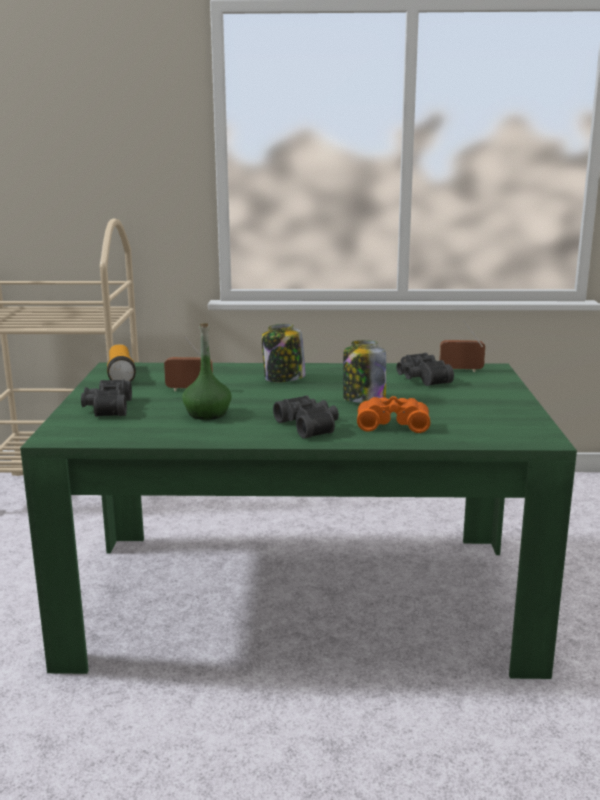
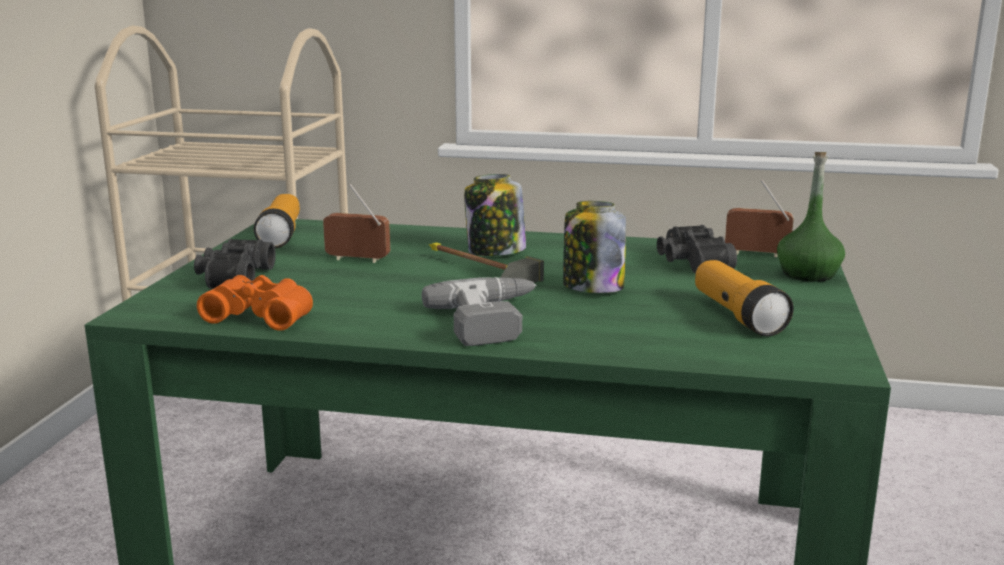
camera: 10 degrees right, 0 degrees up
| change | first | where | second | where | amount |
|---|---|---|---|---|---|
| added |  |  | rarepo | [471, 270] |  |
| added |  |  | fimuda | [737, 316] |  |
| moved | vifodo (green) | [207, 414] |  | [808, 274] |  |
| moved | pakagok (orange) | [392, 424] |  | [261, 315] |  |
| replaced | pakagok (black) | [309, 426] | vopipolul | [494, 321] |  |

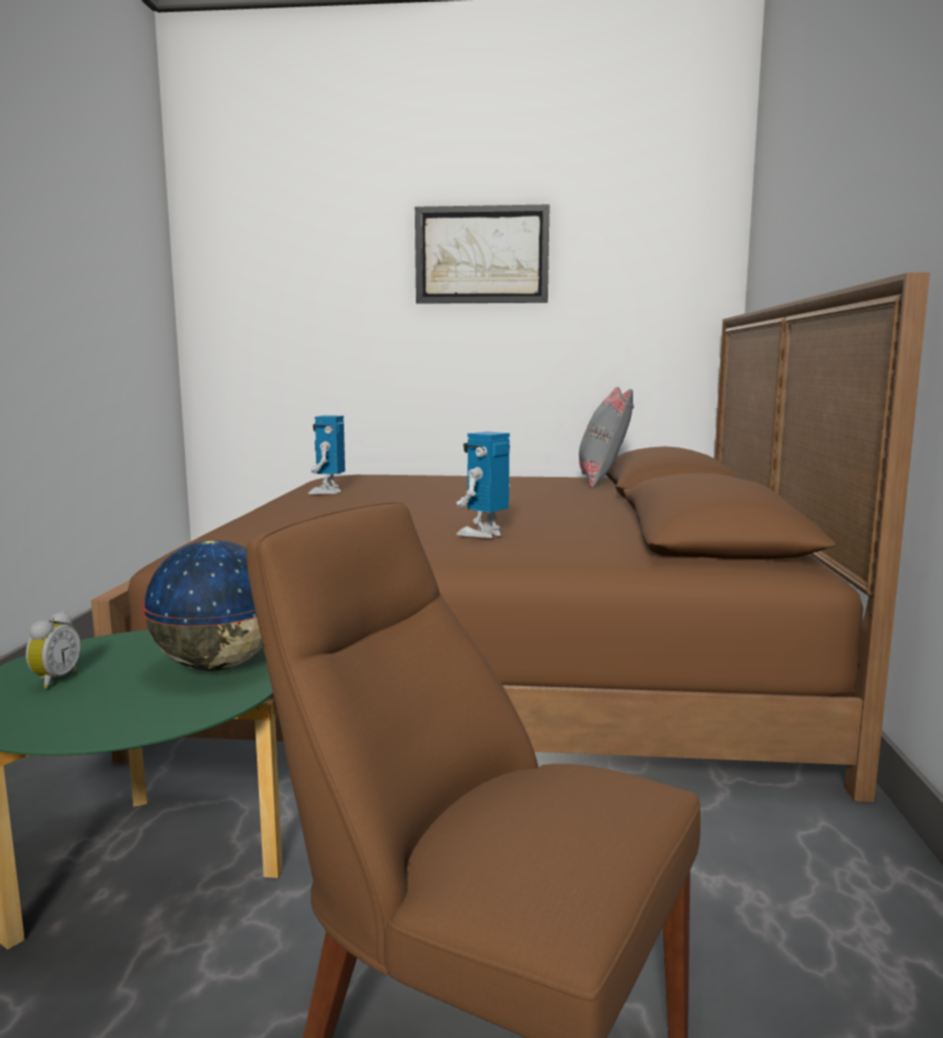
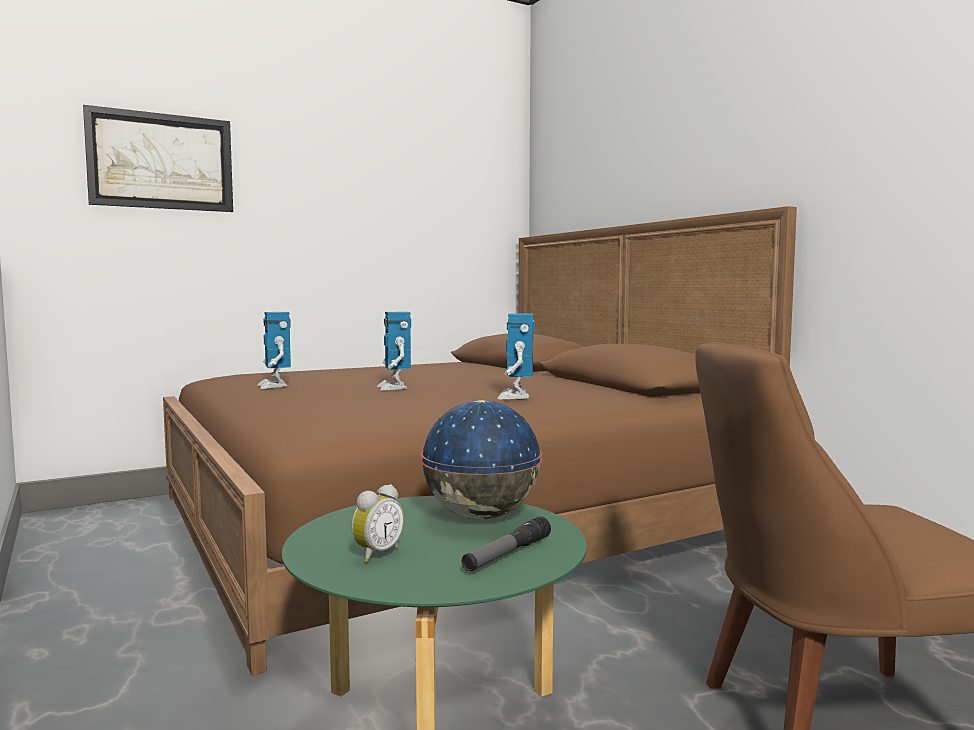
camera: 35 degrees left, 5 degrees down
| change | first | where | second | where | amount |
|---|---|---|---|---|---|
| removed | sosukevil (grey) | [603, 481] |  |  |  |
| added |  |  | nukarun | [394, 388] |  |
| added |  |  | fimuda | [507, 554] |  |
| moved | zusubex | [481, 255] |  | [161, 161] |  |
| turned | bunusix | [54, 680] |  | [376, 554] | 60 degrees clockwise |

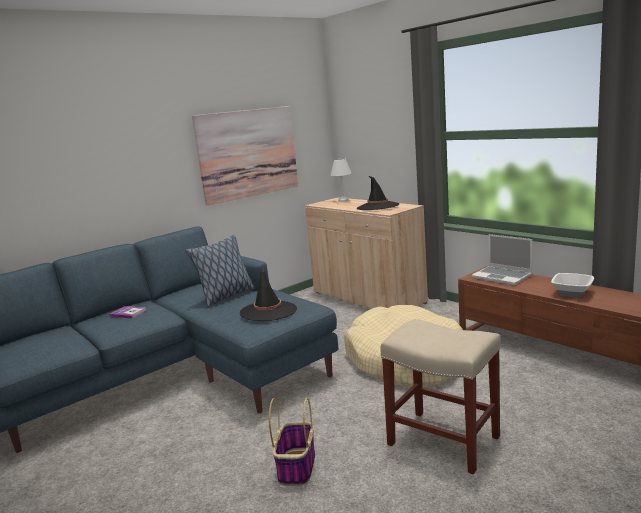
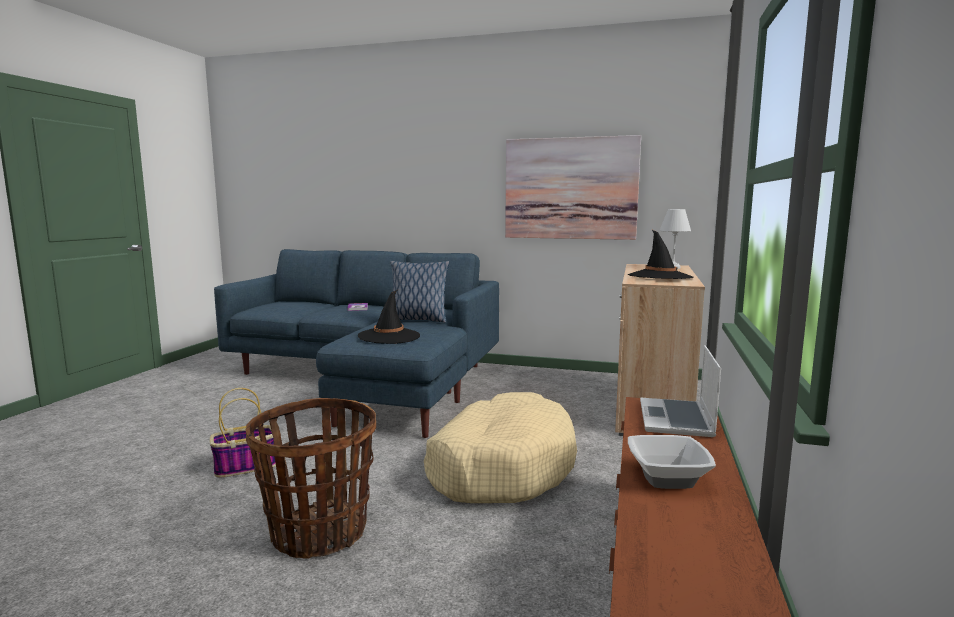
camera: 55 degrees right, 5 degrees down
| change | first | where | second | where | amount |
|---|---|---|---|---|---|
| replaced | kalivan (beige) | [445, 441] | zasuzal | [319, 533] |  |

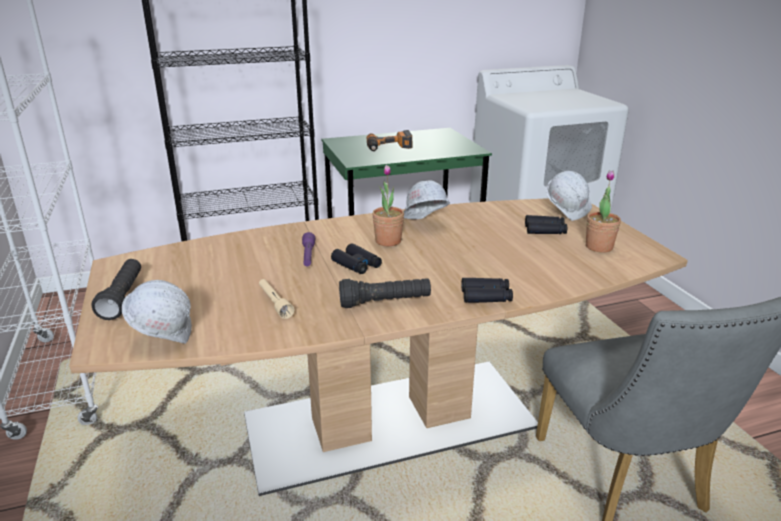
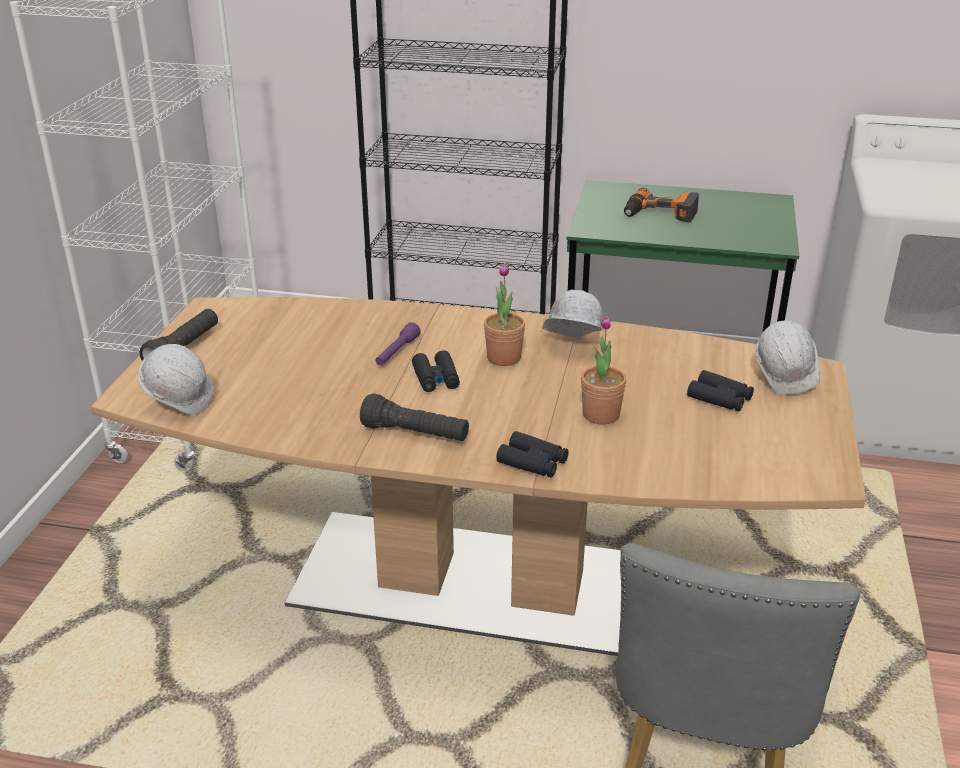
camera: 30 degrees right, 5 degrees up
| change | first | where | second | where | amount |
|---|---|---|---|---|---|
| removed | fimuda (beige) | [274, 303] |  |  |  |
| moved | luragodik | [599, 247] |  | [601, 415] |  |

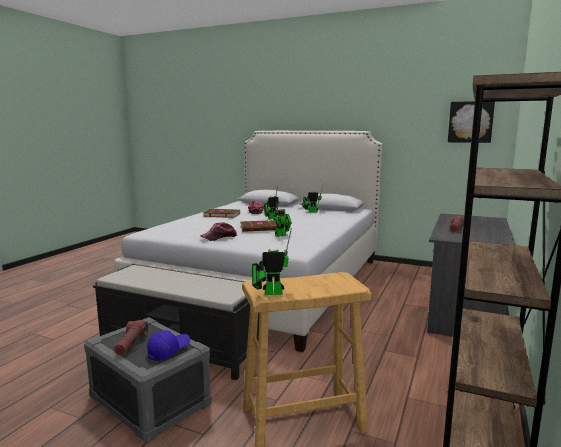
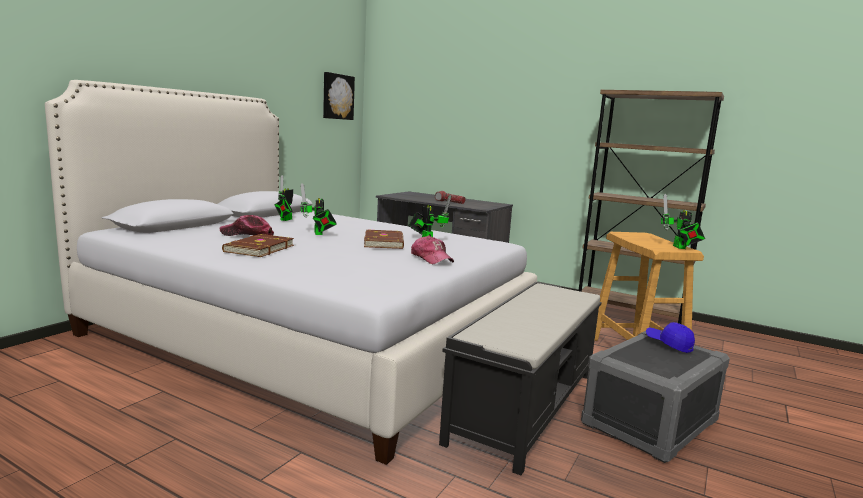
camera: 85 degrees left, 0 degrees up
| change | first | where | second | where | amount |
|---|---|---|---|---|---|
| removed | fimuda | [131, 343] |  |  |  |

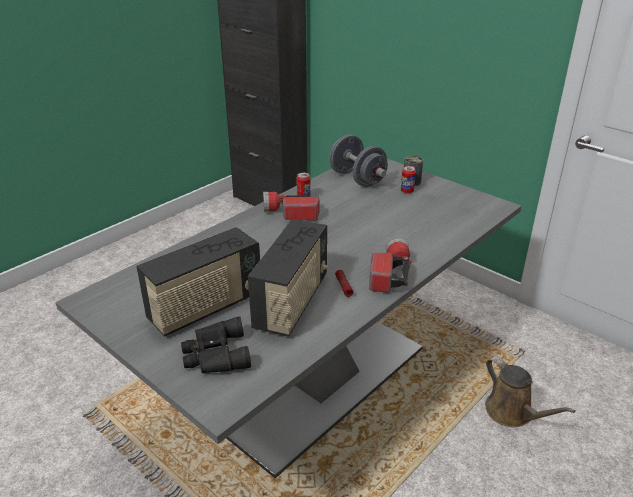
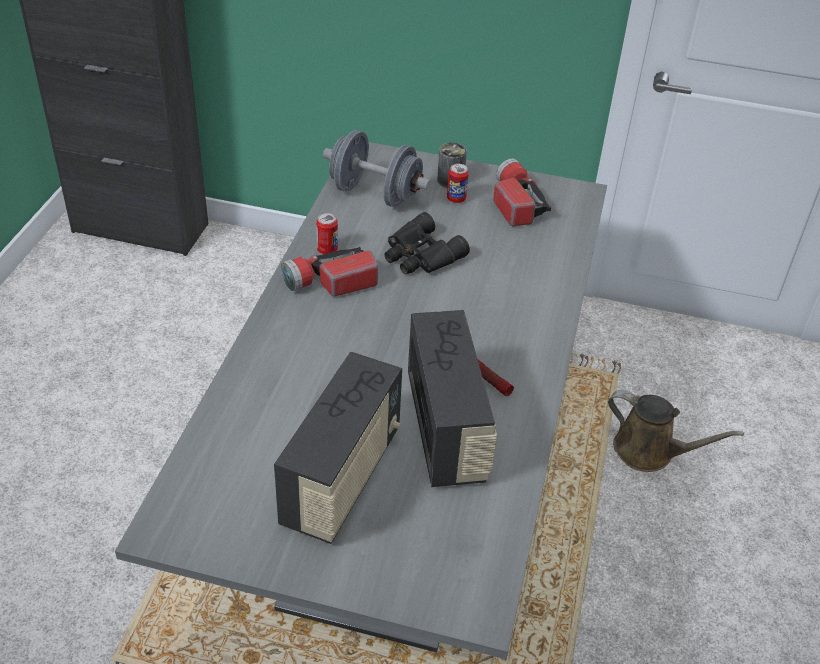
camera: 30 degrees left, 10 degrees up
| change | first | where | second | where | amount |
|---|---|---|---|---|---|
| moved | pakagok (black) | [215, 355] |  | [420, 255] |  |
| moved | fimuda | [390, 274] |  | [515, 203] |  |

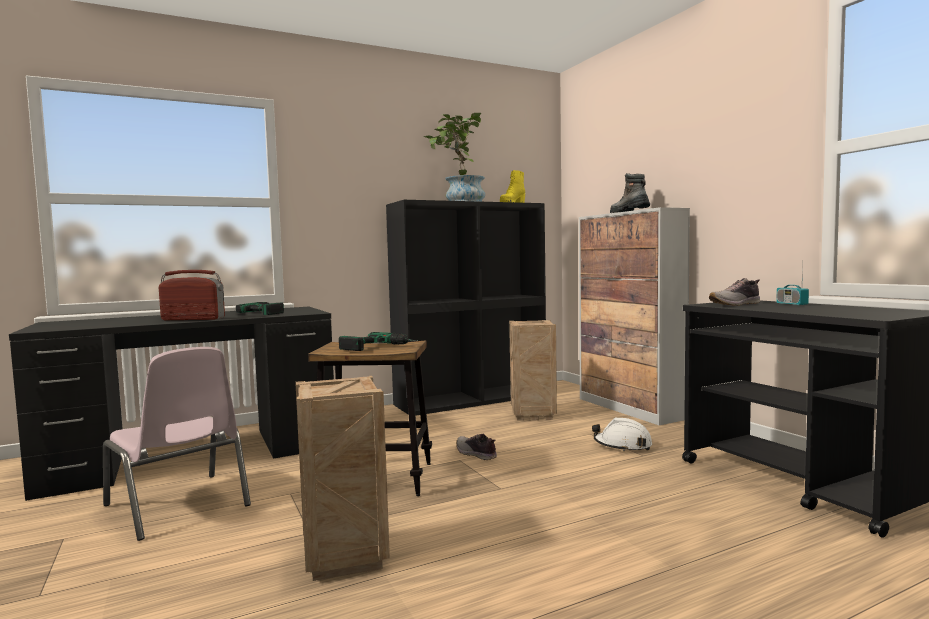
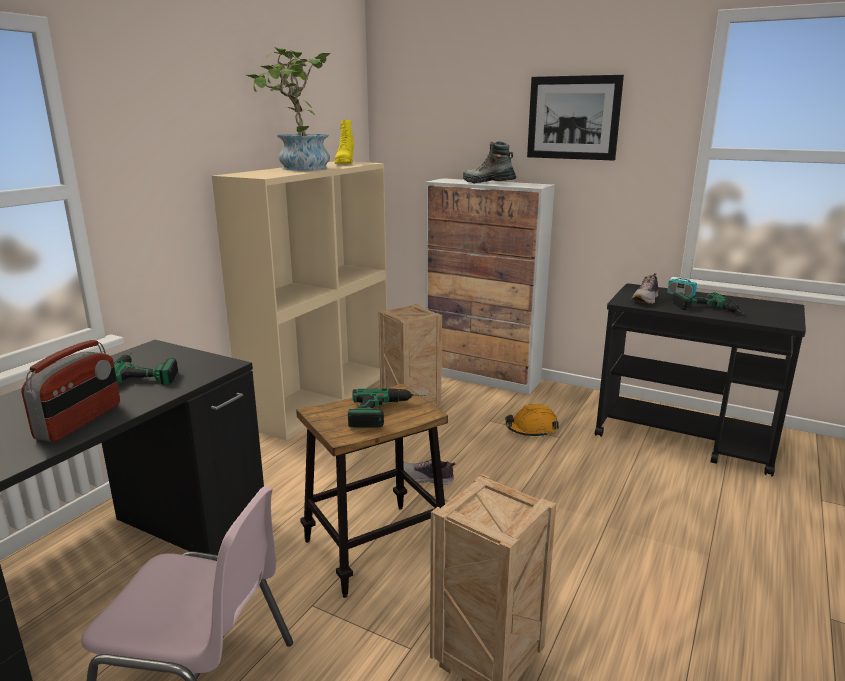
camera: 35 degrees left, 15 degrees up
| change | first | where | second | where | amount |
|---|---|---|---|---|---|
| added |  |  | zusubex | [573, 118] |  |
| added |  |  | vopipolul | [708, 310] |  |
| recoloured | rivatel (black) | [472, 399] | rivatel (beige) | [320, 397] |  |
| recoloured | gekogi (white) | [622, 445] | gekogi (orange) | [532, 429] |  |
| turned | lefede | [193, 319] |  | [80, 421] | 135 degrees clockwise |

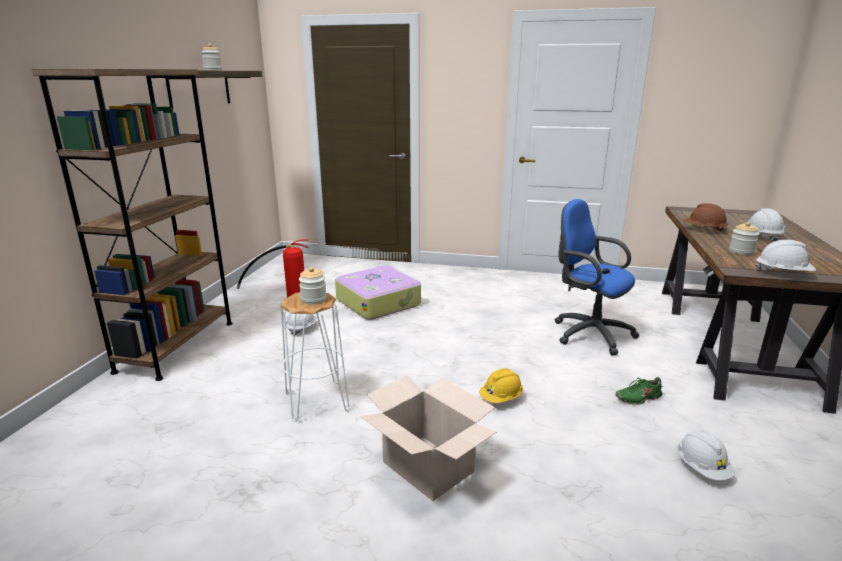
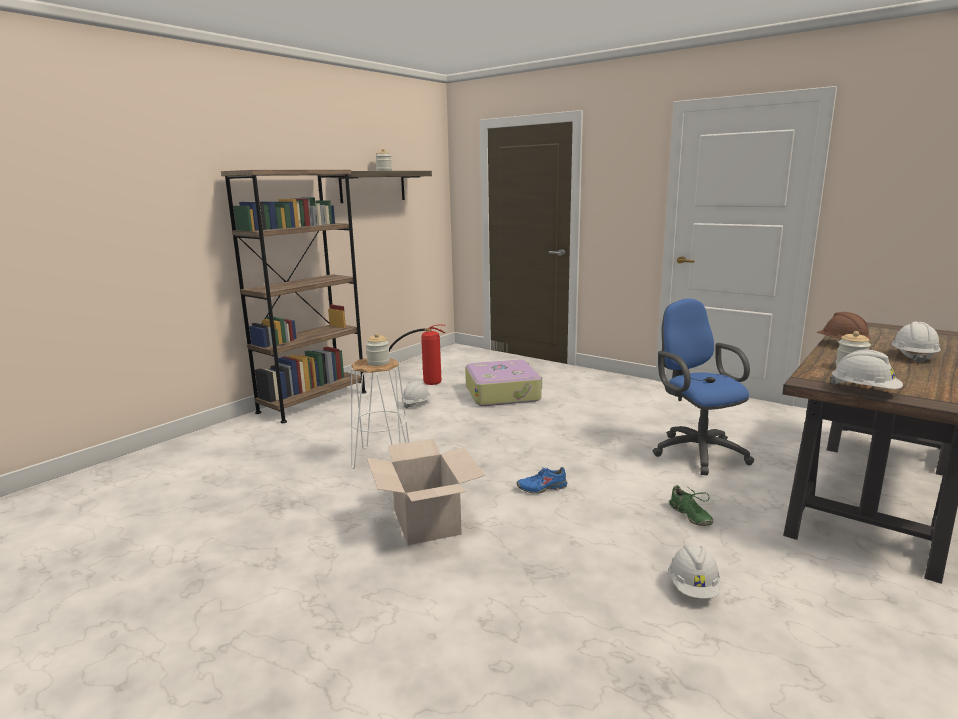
camera: 25 degrees right, 5 degrees down
| change | first | where | second | where | amount |
|---|---|---|---|---|---|
| replaced | gekogi (yellow) | [501, 399] | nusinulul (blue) | [542, 488] |  |
| turned | nusinulul (green) | [638, 397] |  | [689, 516] | 120 degrees counterclockwise |

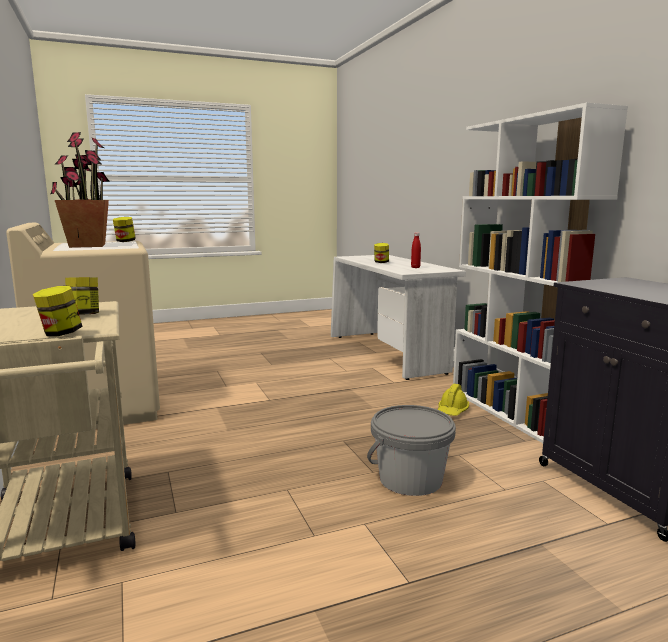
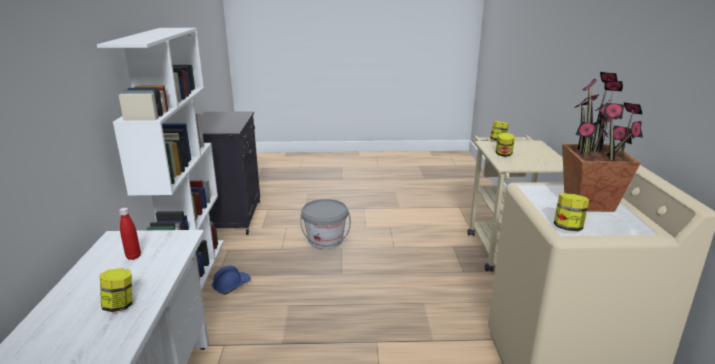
camera: 160 degrees left, 10 degrees up
| change | first | where | second | where | amount |
|---|---|---|---|---|---|
| recoloured | gekogi (yellow) | [452, 411] | gekogi (blue) | [231, 285] |  |

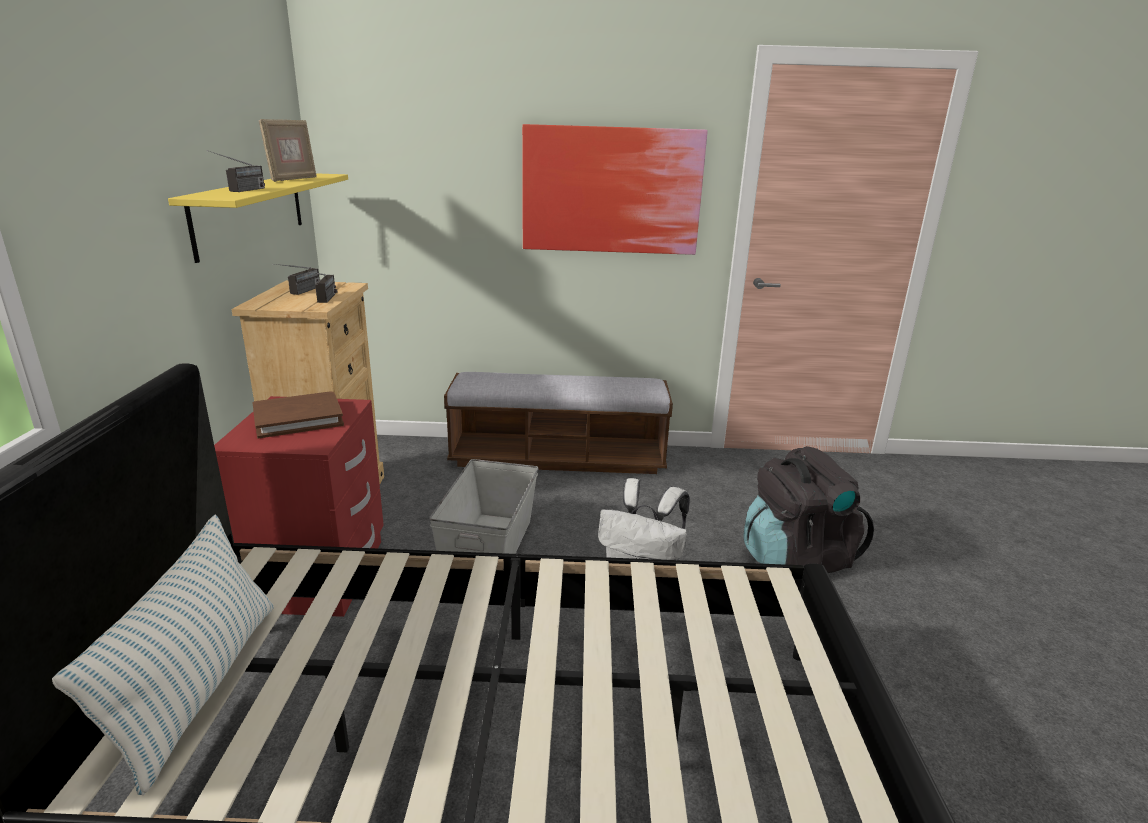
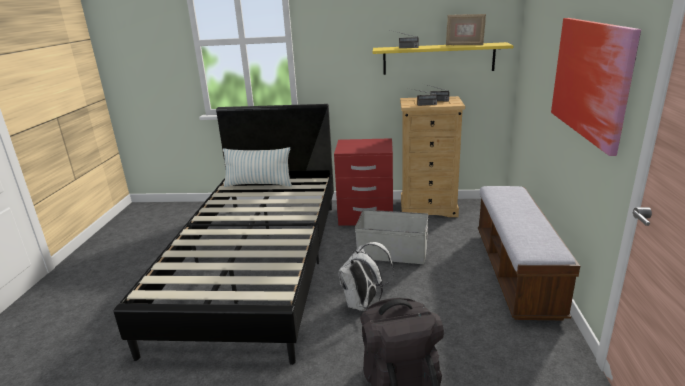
camera: 95 degrees right, 0 degrees up
| change | first | where | second | where | amount |
|---|---|---|---|---|---|
| removed | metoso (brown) | [298, 418] |  |  |  |

